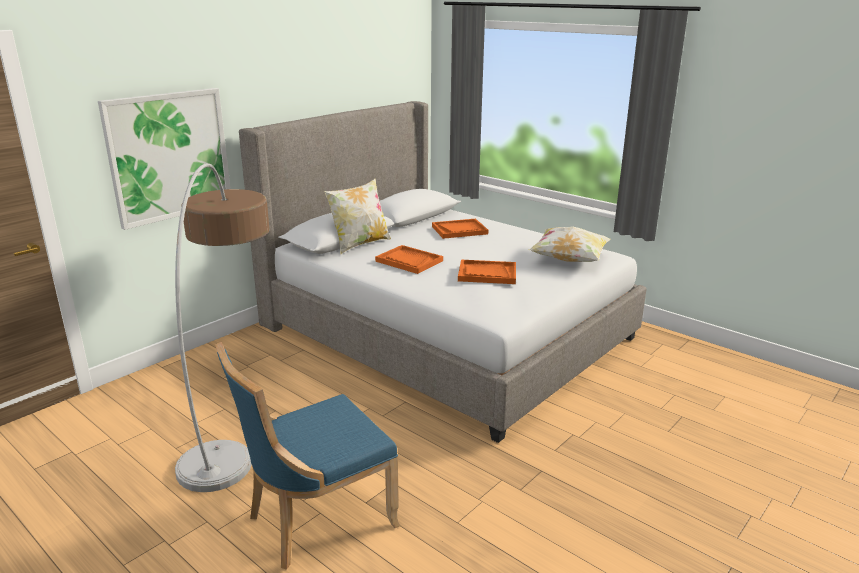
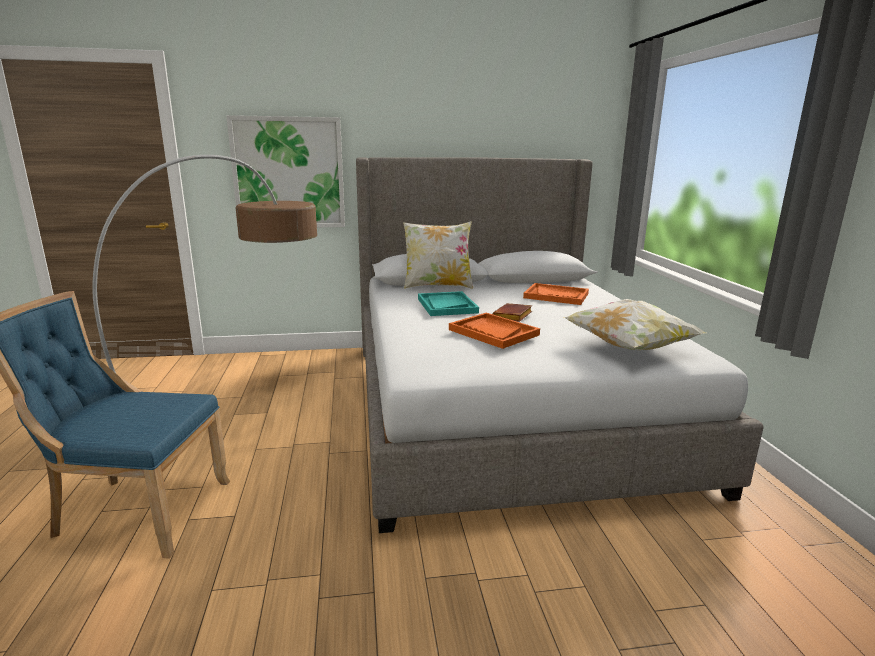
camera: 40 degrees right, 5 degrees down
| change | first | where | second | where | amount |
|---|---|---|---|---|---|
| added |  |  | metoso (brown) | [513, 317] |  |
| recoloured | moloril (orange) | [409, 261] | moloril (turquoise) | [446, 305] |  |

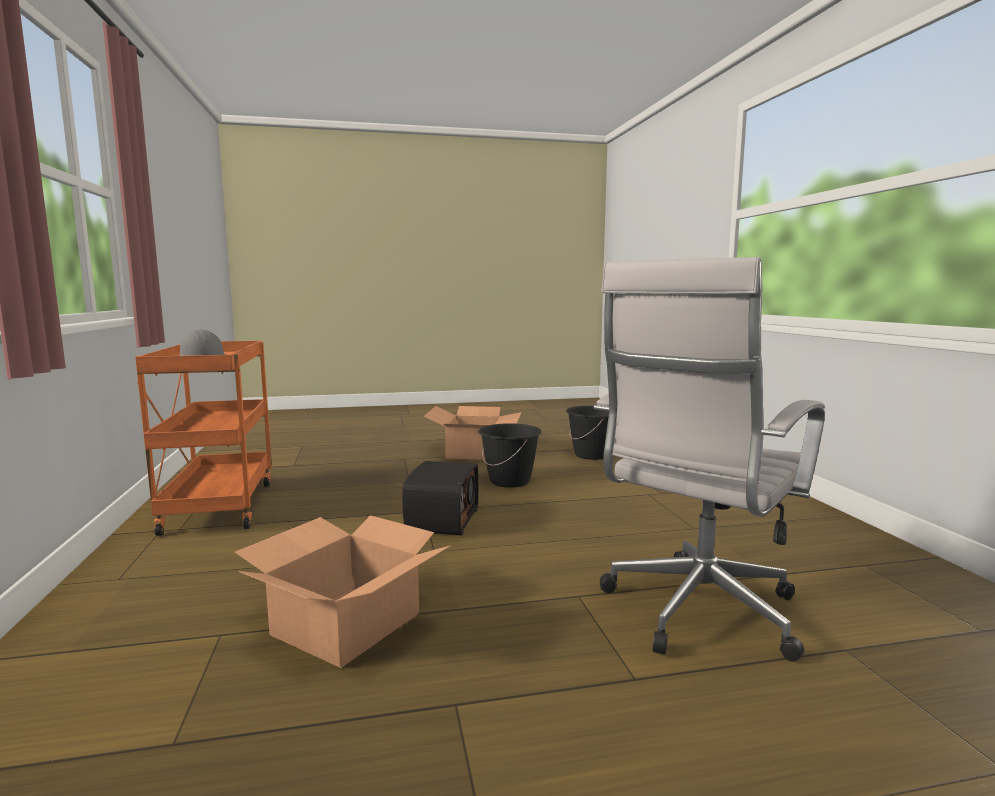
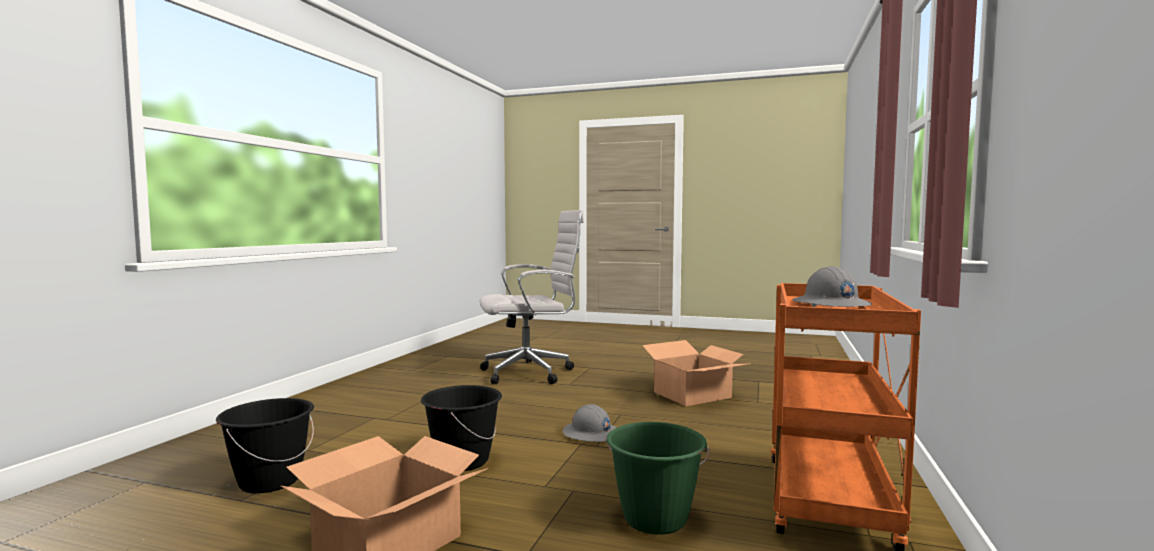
camera: 150 degrees left, 5 degrees down
| change | first | where | second | where | amount |
|---|---|---|---|---|---|
| added |  |  | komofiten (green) | [655, 519] |  |
| replaced | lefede | [441, 520] | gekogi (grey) | [591, 434] |  |

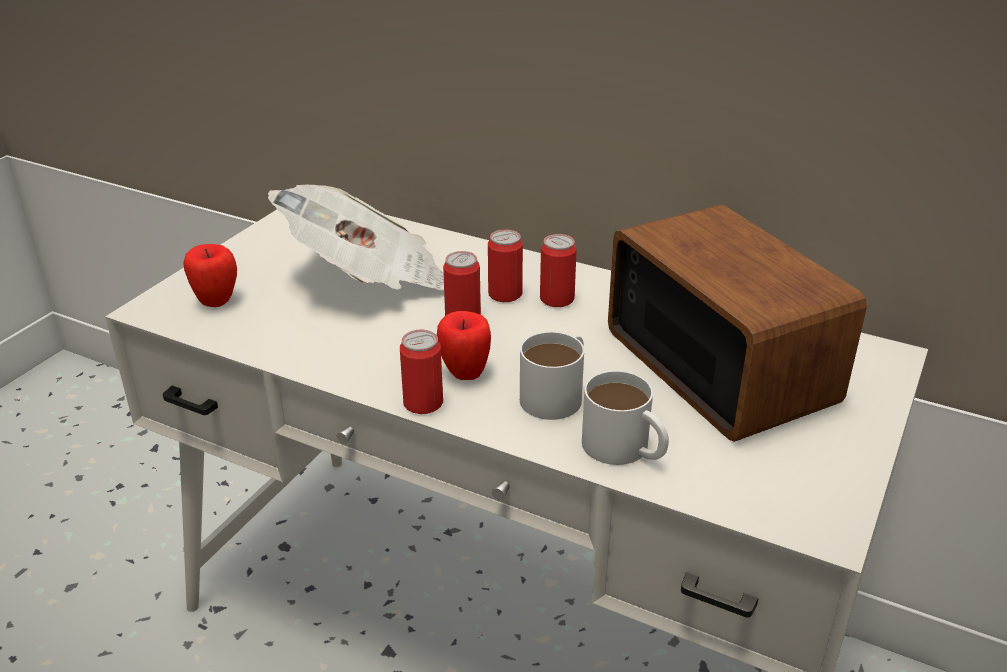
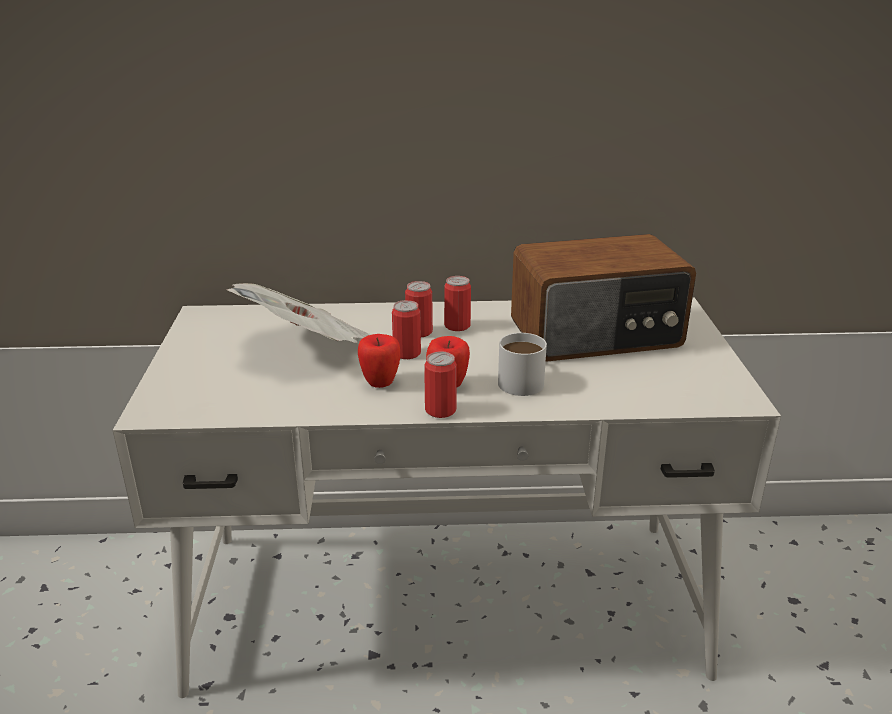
camera: 30 degrees left, 5 degrees down
| change | first | where | second | where | amount |
|---|---|---|---|---|---|
| removed | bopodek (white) | [625, 450] |  |  |  |
| moved | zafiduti | [216, 301] |  | [380, 382] |  |
| turned | lefede | [721, 364] |  | [597, 335] | 135 degrees clockwise |

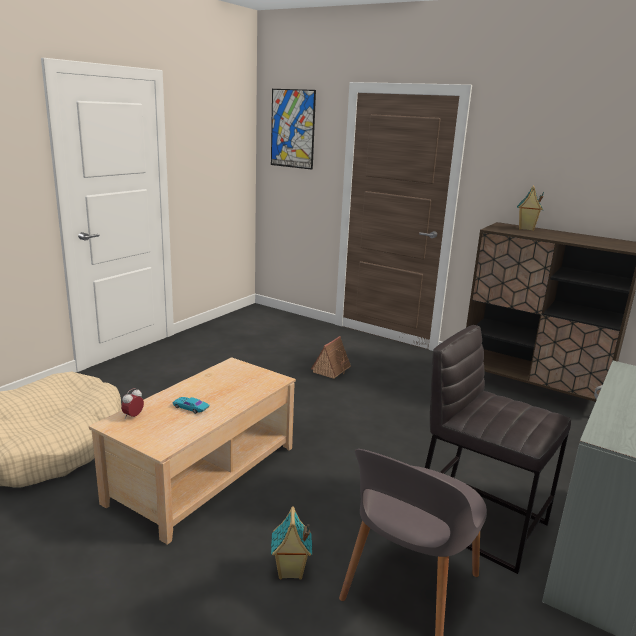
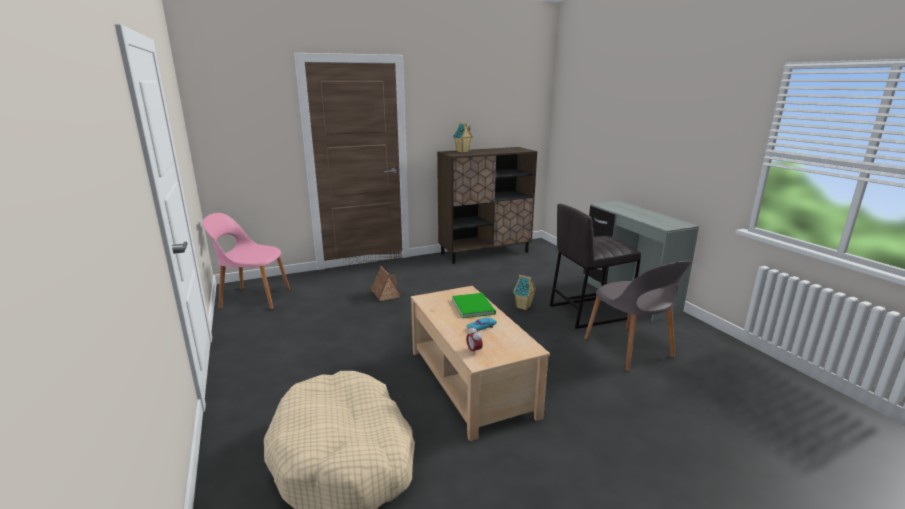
camera: 55 degrees left, 0 degrees up
| change | first | where | second | where | amount |
|---|---|---|---|---|---|
| removed | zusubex | [292, 129] |  |  |  |
| added |  |  | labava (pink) | [253, 298] |  |
| added |  |  | metoso (green) | [473, 306] |  |
| moved | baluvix | [290, 571] |  | [524, 307] |  |

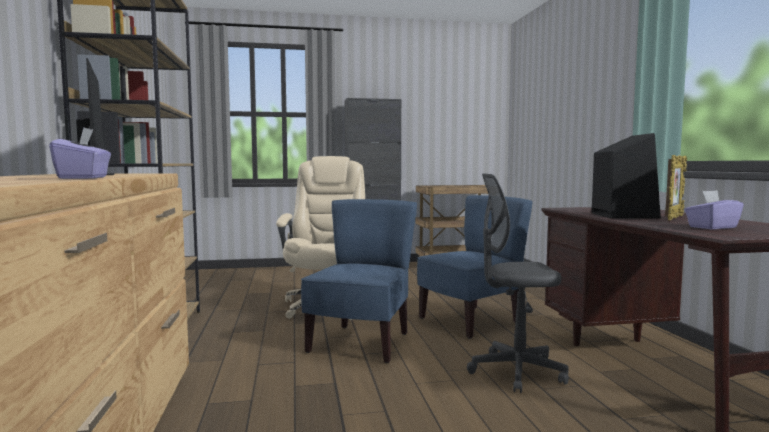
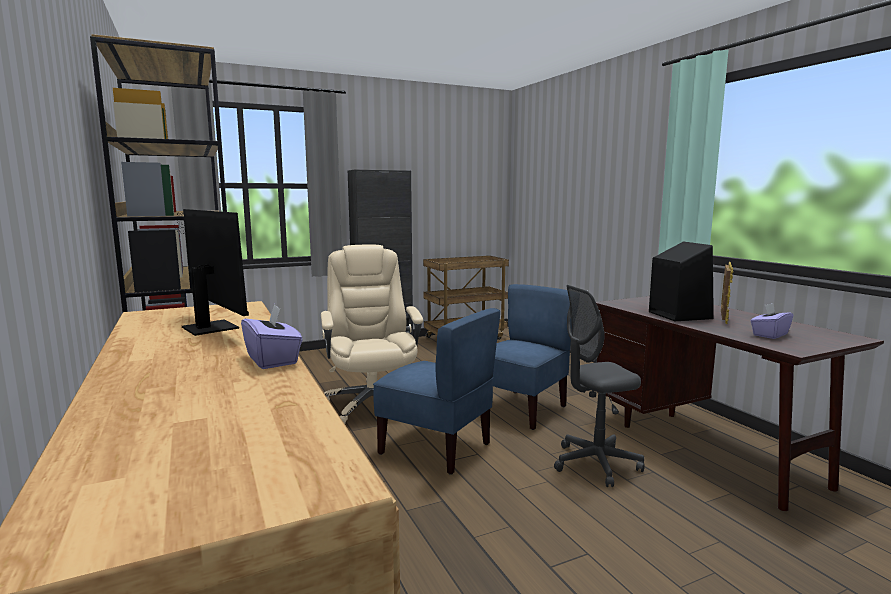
camera: 15 degrees left, 5 degrees up
| change | first | where | second | where | amount |
|---|---|---|---|---|---|
| turned | labava (blue) | [361, 343] |  | [436, 448] | 120 degrees clockwise |

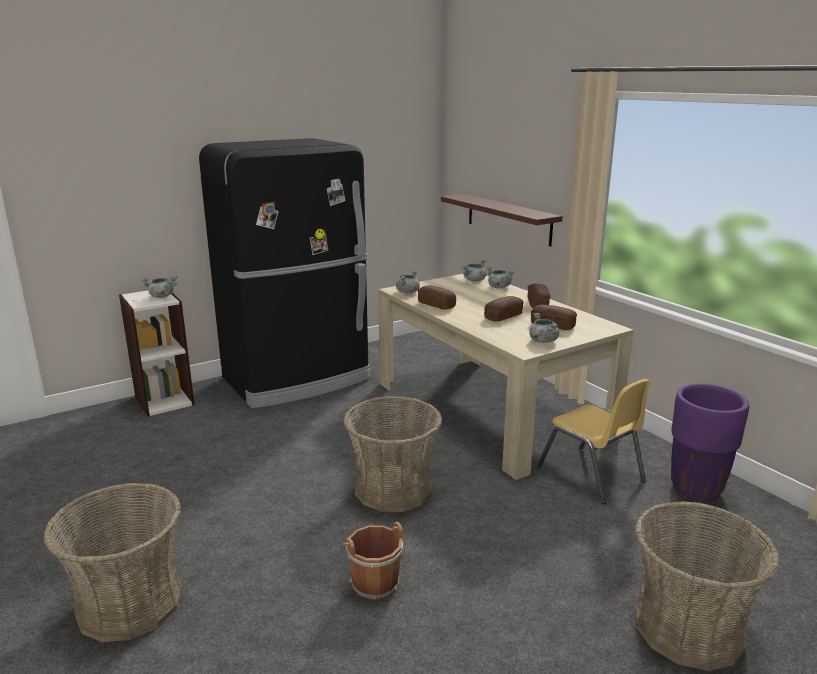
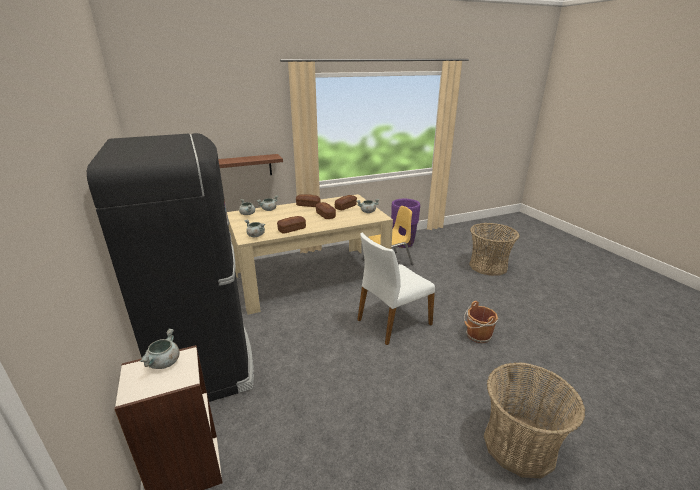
camera: 80 degrees left, 5 degrees up
| change | first | where | second | where | amount |
|---|---|---|---|---|---|
| replaced | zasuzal | [393, 489] | labava (white) | [393, 322] |  |

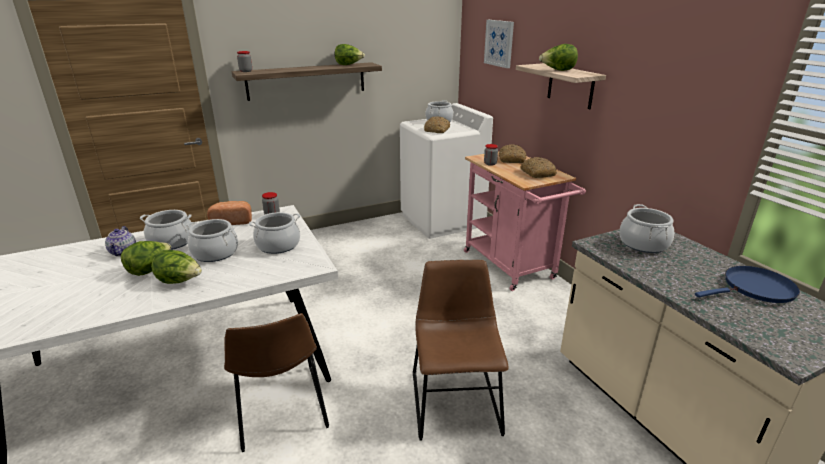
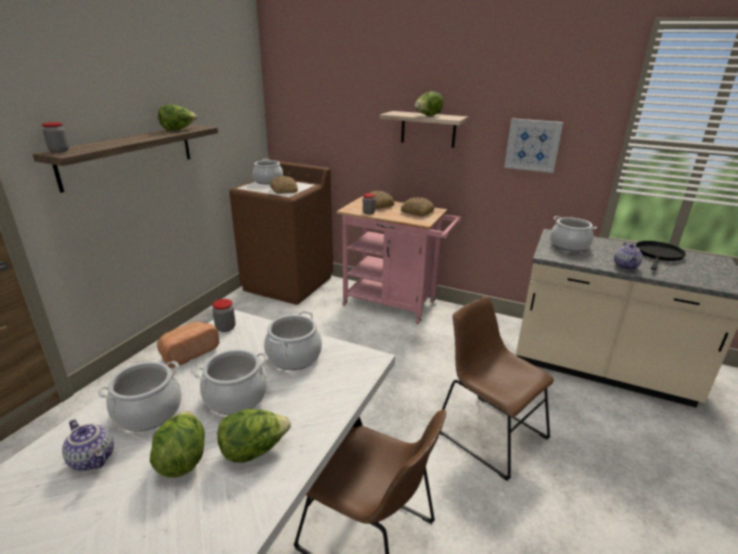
camera: 40 degrees left, 0 degrees up
| change | first | where | second | where | amount |
|---|---|---|---|---|---|
| added |  |  | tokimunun | [626, 266] |  |
| moved | zusubex | [499, 43] |  | [532, 145] |  |
| recoloured | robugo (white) | [442, 220] | robugo (brown) | [288, 283] |  |
| recoloured | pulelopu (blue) | [755, 289] | pulelopu (black) | [658, 255] |  |

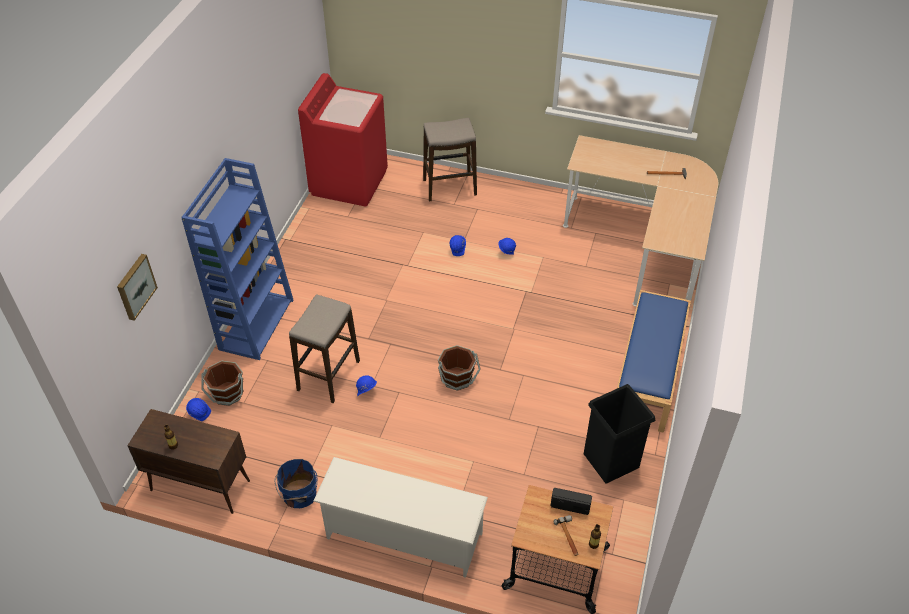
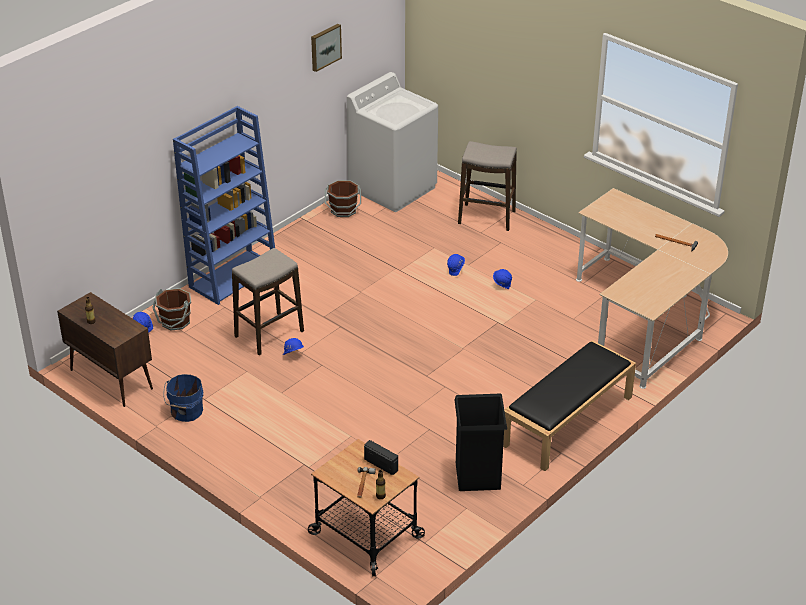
camera: 25 degrees right, 10 degrees down
| change | first | where | second | where | amount |
|---|---|---|---|---|---|
| removed | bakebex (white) | [403, 536] |  |  |  |
| moved | zusubex | [135, 286] |  | [325, 46] |  |
| moved | komofiten (brown) | [457, 378] |  | [343, 210] |  |
| recoloured | robugo (red) | [349, 182] | robugo (white) | [393, 188] |  |
| recoloured | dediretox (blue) | [648, 373] | dediretox (black) | [567, 421] |  |

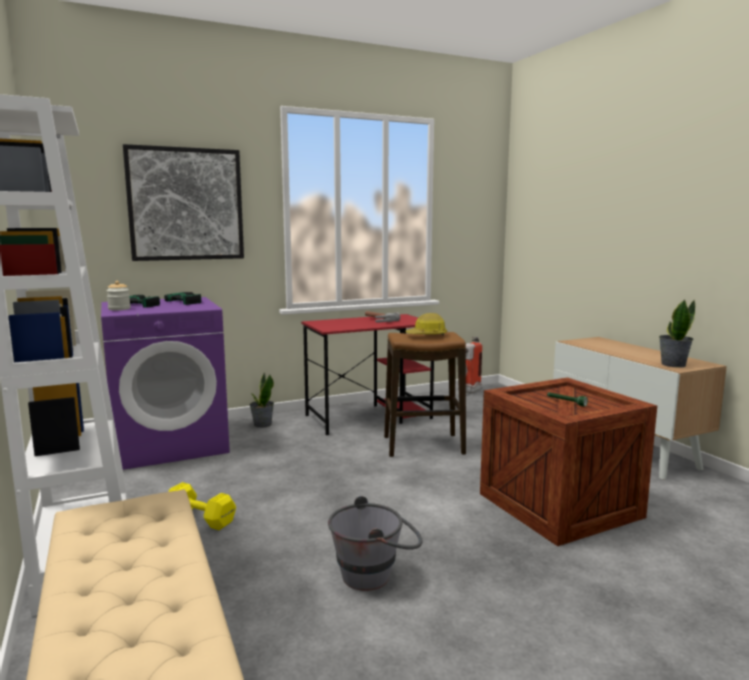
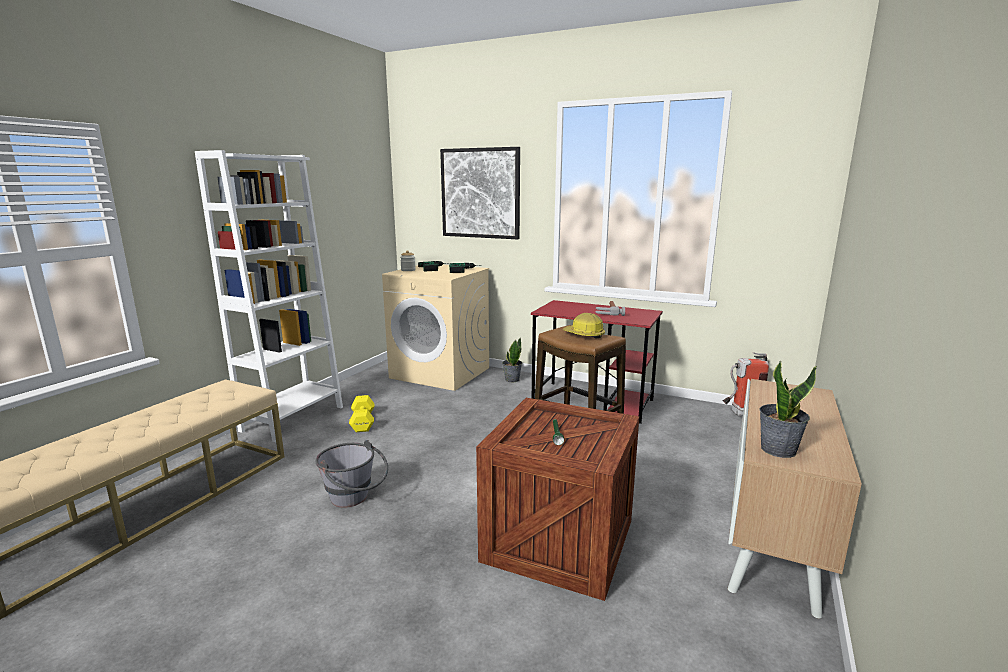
camera: 50 degrees right, 5 degrees up
| change | first | where | second | where | amount |
|---|---|---|---|---|---|
| recoloured | robugo (purple) | [170, 444] | robugo (beige) | [441, 373] |  |

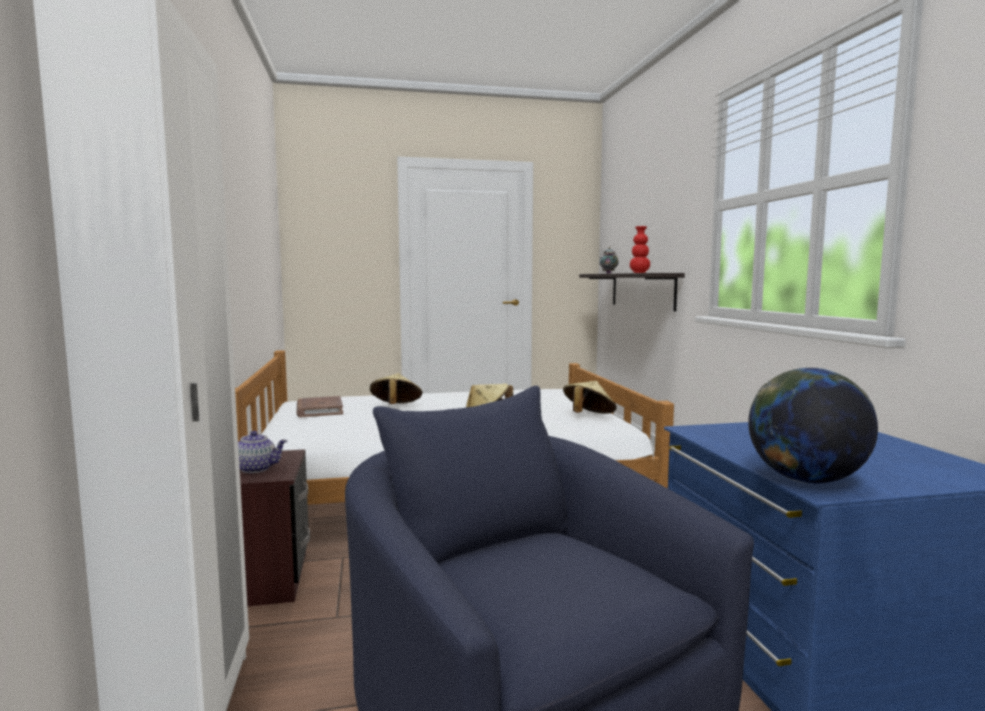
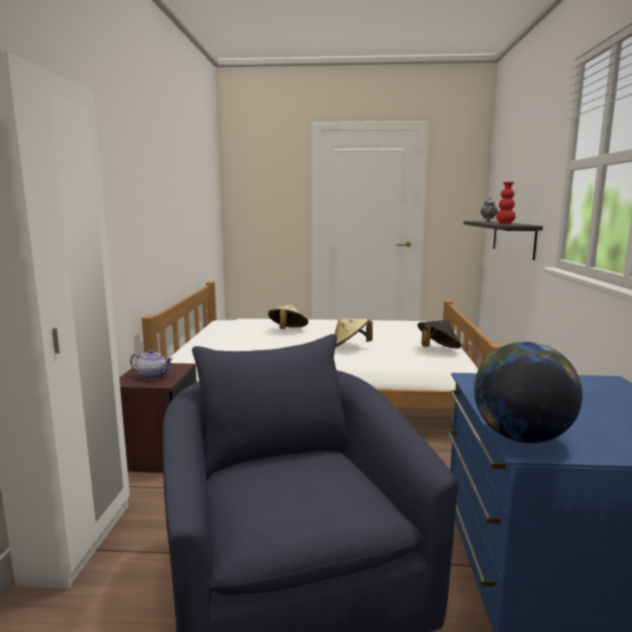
camera: 15 degrees right, 5 degrees up
| change | first | where | second | where | amount |
|---|---|---|---|---|---|
| removed | metoso (brown) | [319, 410] |  |  |  |
| recoloured | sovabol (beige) | [588, 416] | sovabol (black) | [437, 350] |  |

